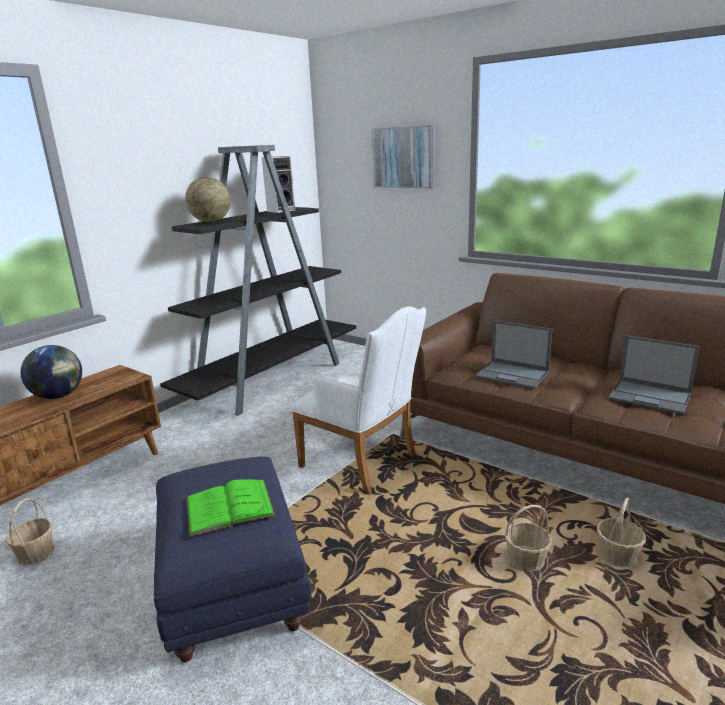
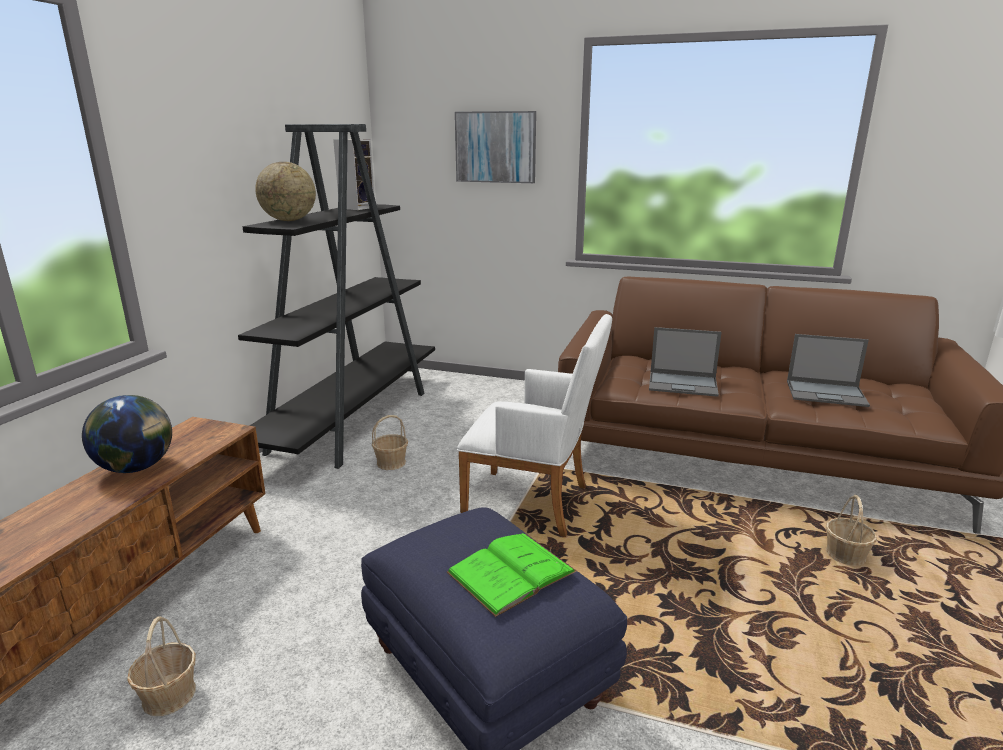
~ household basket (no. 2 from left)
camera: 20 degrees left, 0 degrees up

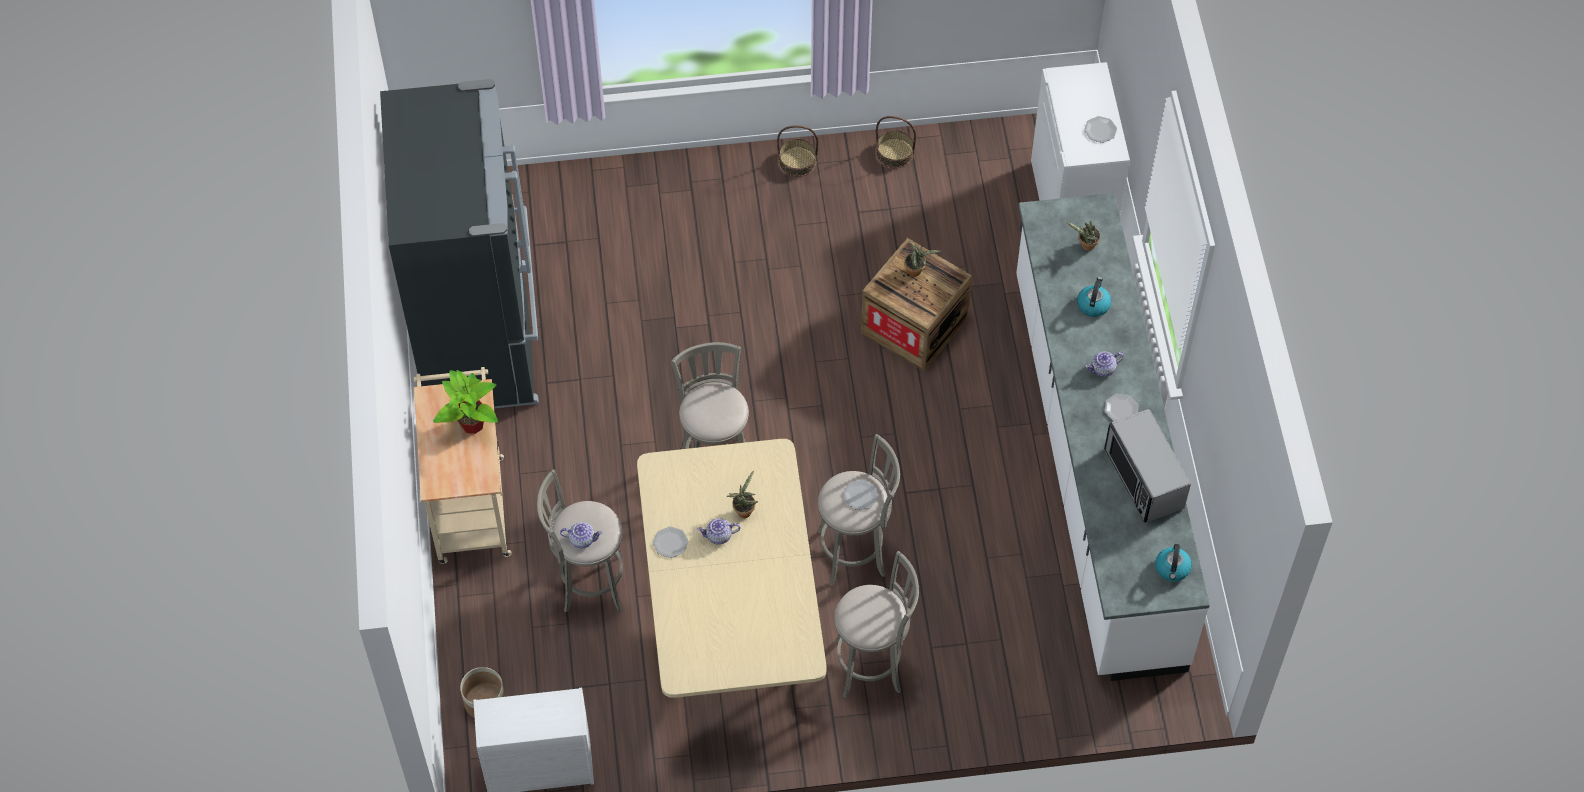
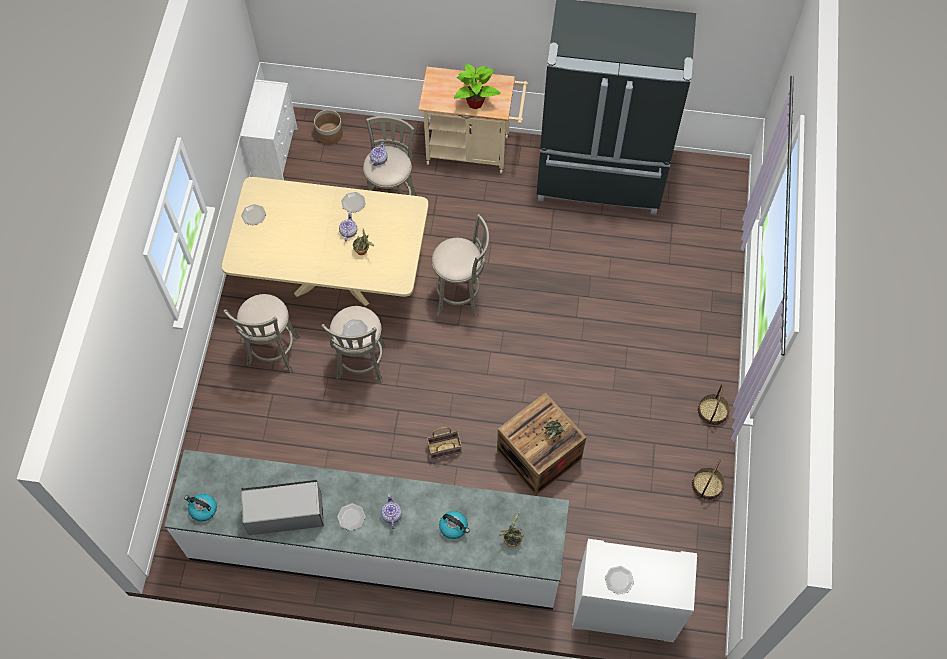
+ flat dish (no. 1 from left)
+ household basket (no. 1 from left)
camera: 105 degrees right, 5 degrees up

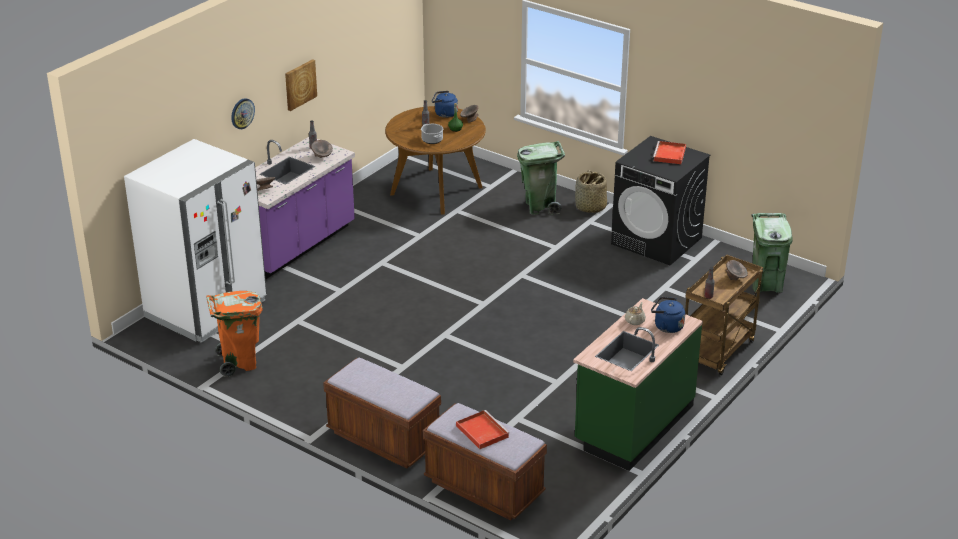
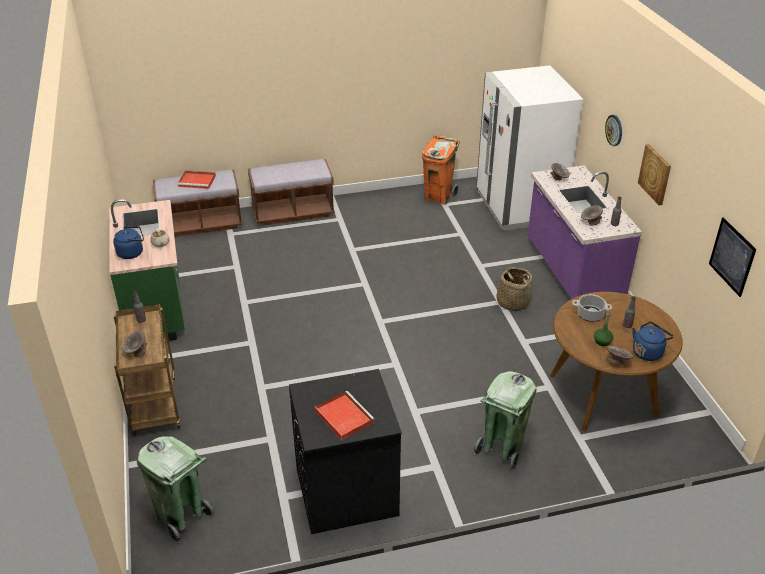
~ household basket
+ wall picture (no. 2 from left)
camera: 130 degrees right, 5 degrees up

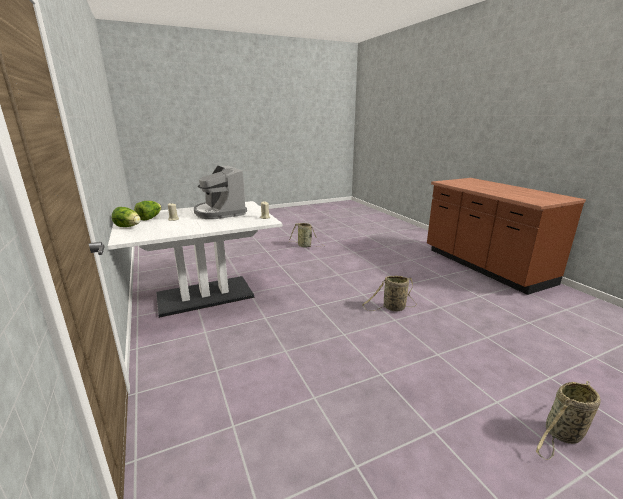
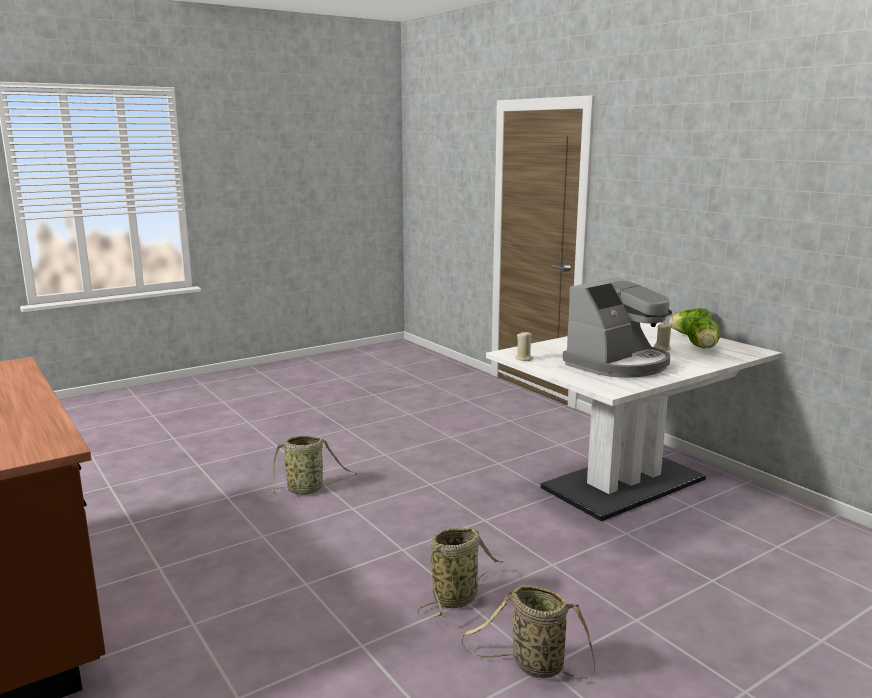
~ coffee maker 90 degrees clockwise
~ household basket (no. 3 from left in the first image) to household basket (no. 2 from left)
camera: 170 degrees right, 5 degrees down

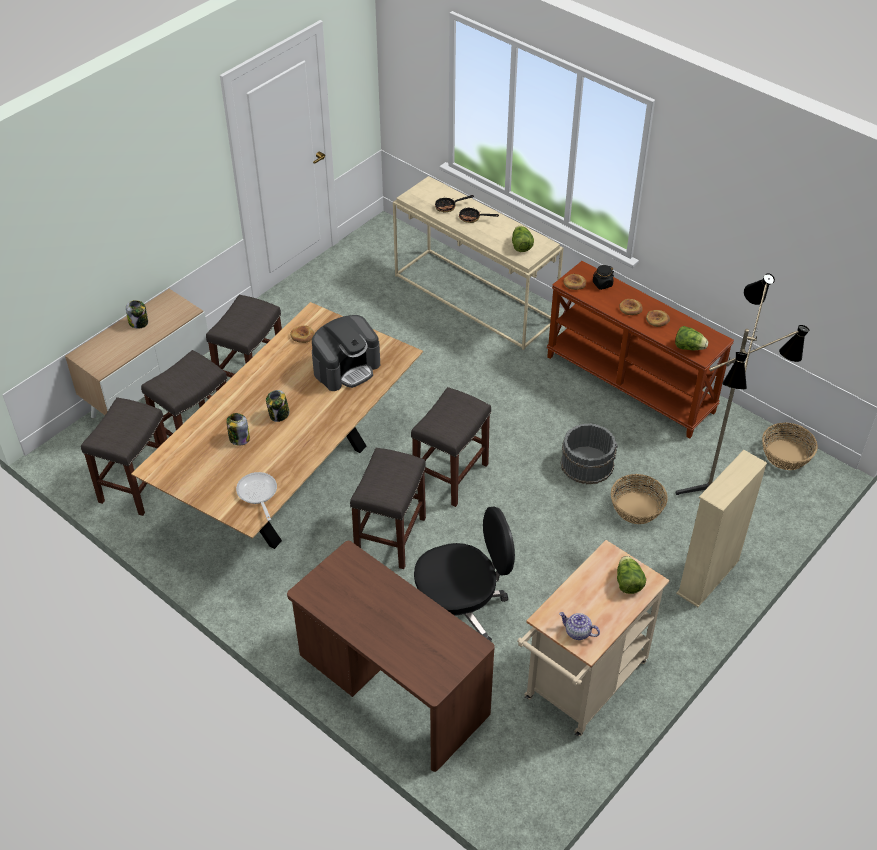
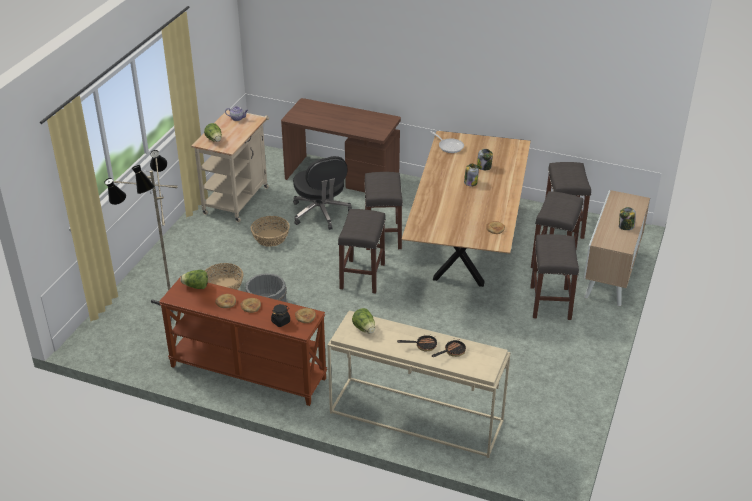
- coffee maker
~ household basket (no. 2 from left)
- sand-coloured shelving unit
~ blackish desk chair 75 degrees counterclockwise
camera: 160 degrees right, 10 degrees down

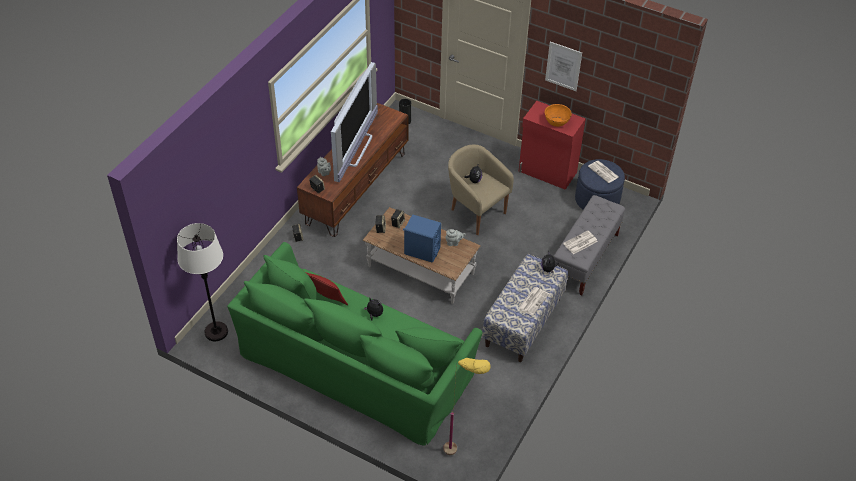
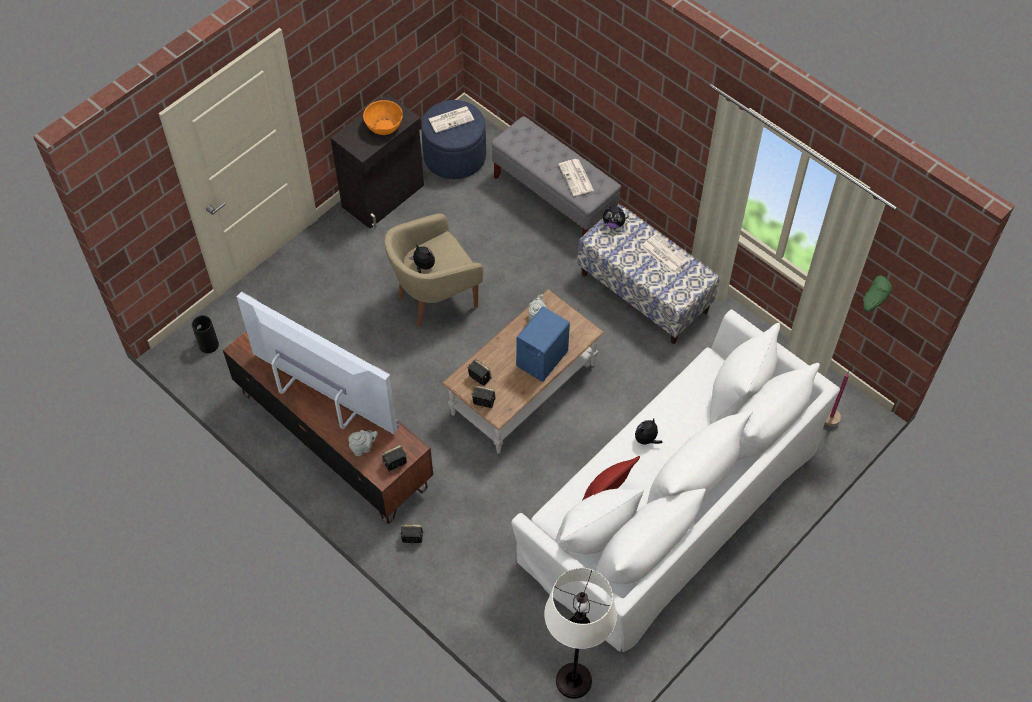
- wall picture
~ red-coloured storage cabinet to blackish storage cabinet
~ greenish settee to whitish settee
~ yellow-coloured floor lamp to greenish floor lamp
camera: 75 degrees left, 10 degrees up

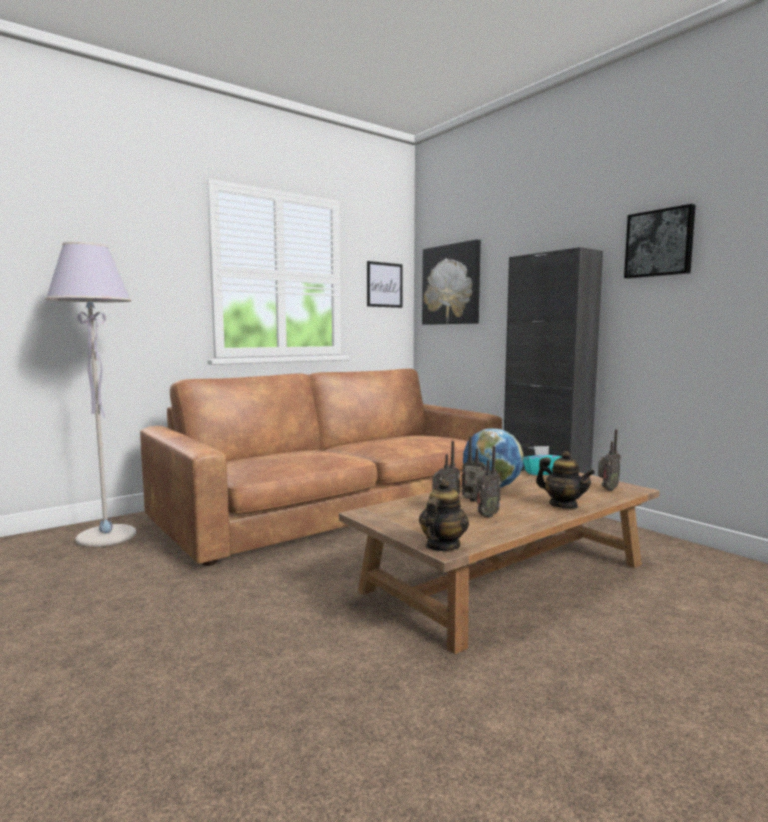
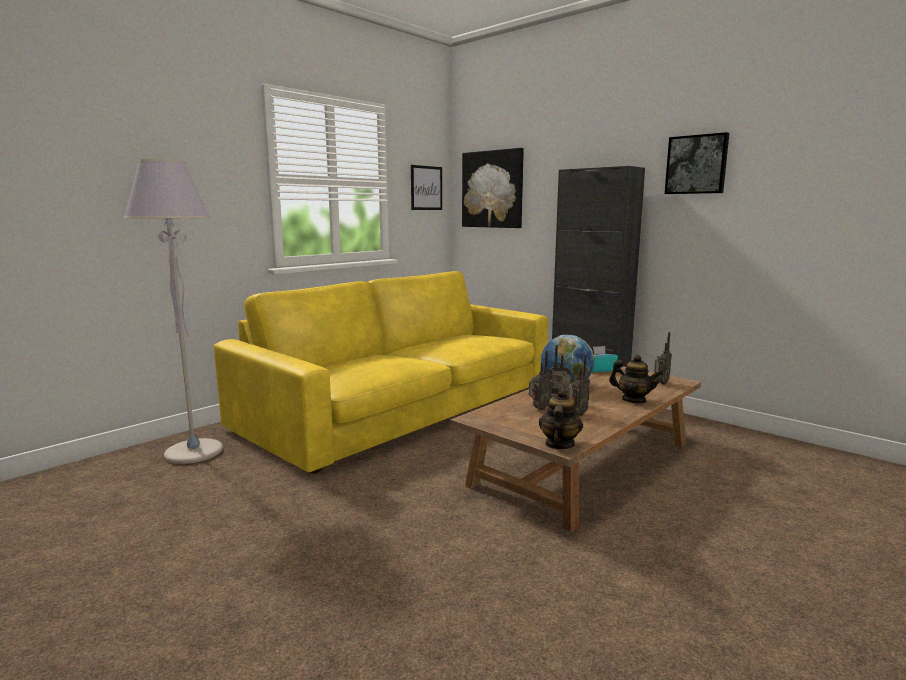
~ brown settee to yellow-coloured settee
camera: 10 degrees left, 5 degrees up

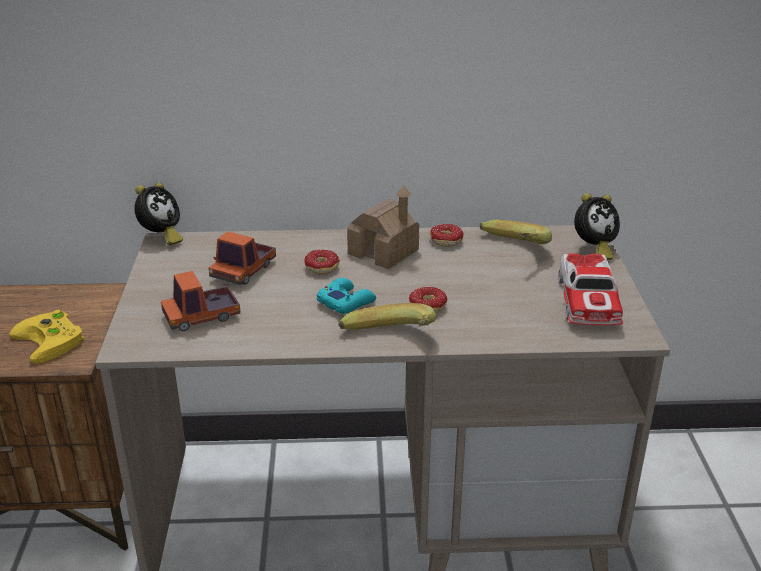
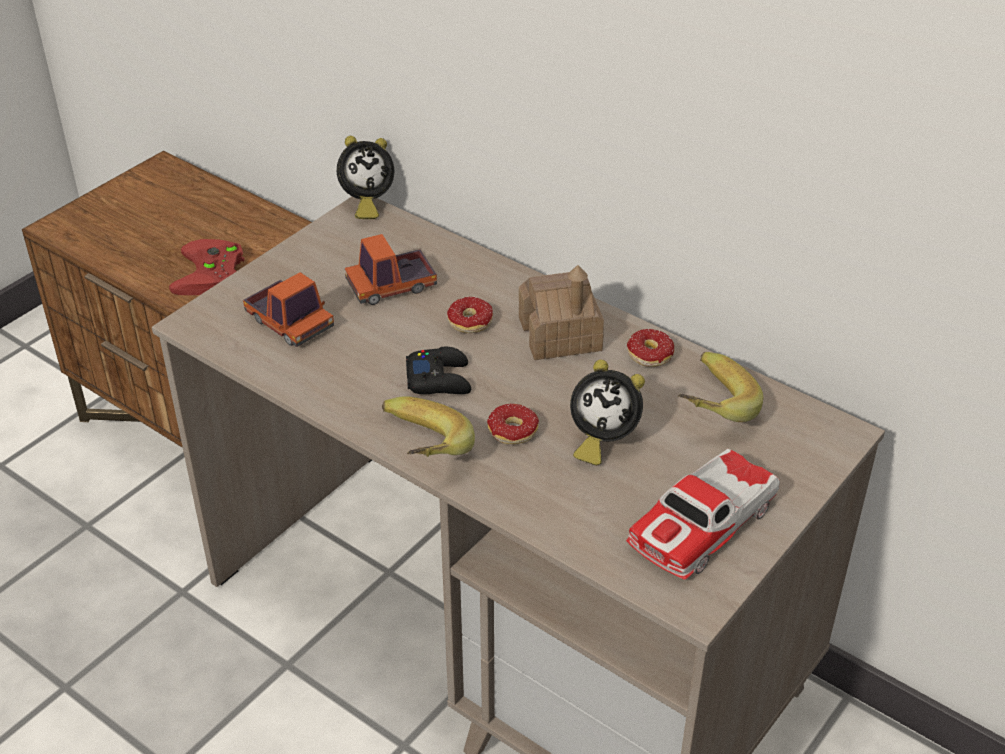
~ alarm clock (no. 2 from left)
~ toy lorry (no. 1 from left) 150 degrees counterclockwise
~ turquoise gamepad to blackish gamepad
~ yellow-coloured gamepad to red-coloured gamepad
camera: 40 degrees right, 10 degrees up

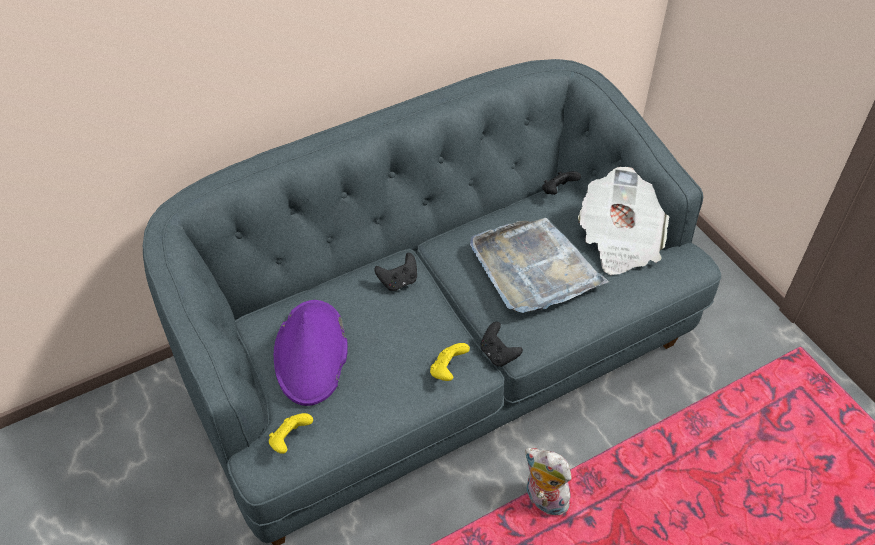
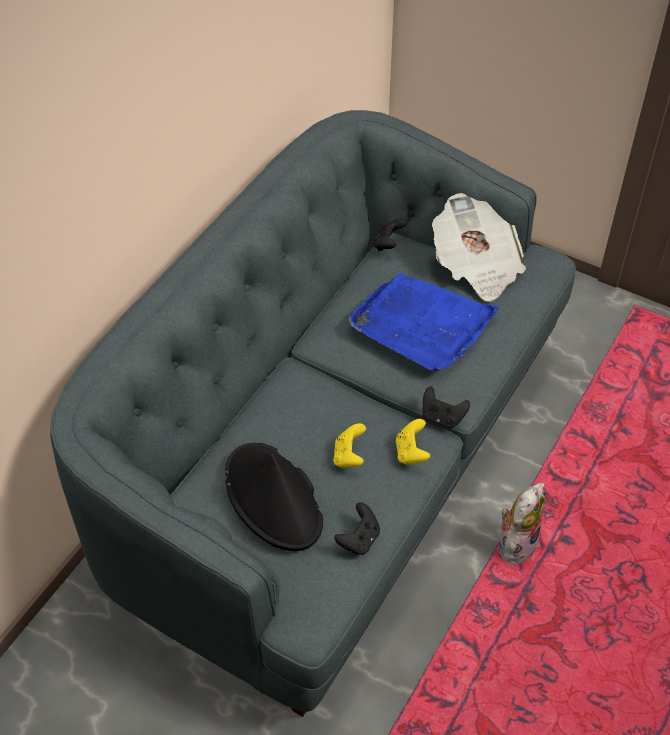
~ grey tray to bluish tray
~ blackish gamepad (no. 1 from left)
~ purplish hat to blackish hat
~ yellow-coloured gamepad (no. 1 from left)
~ plush toy 120 degrees clockwise
camera: 30 degrees left, 0 degrees up

